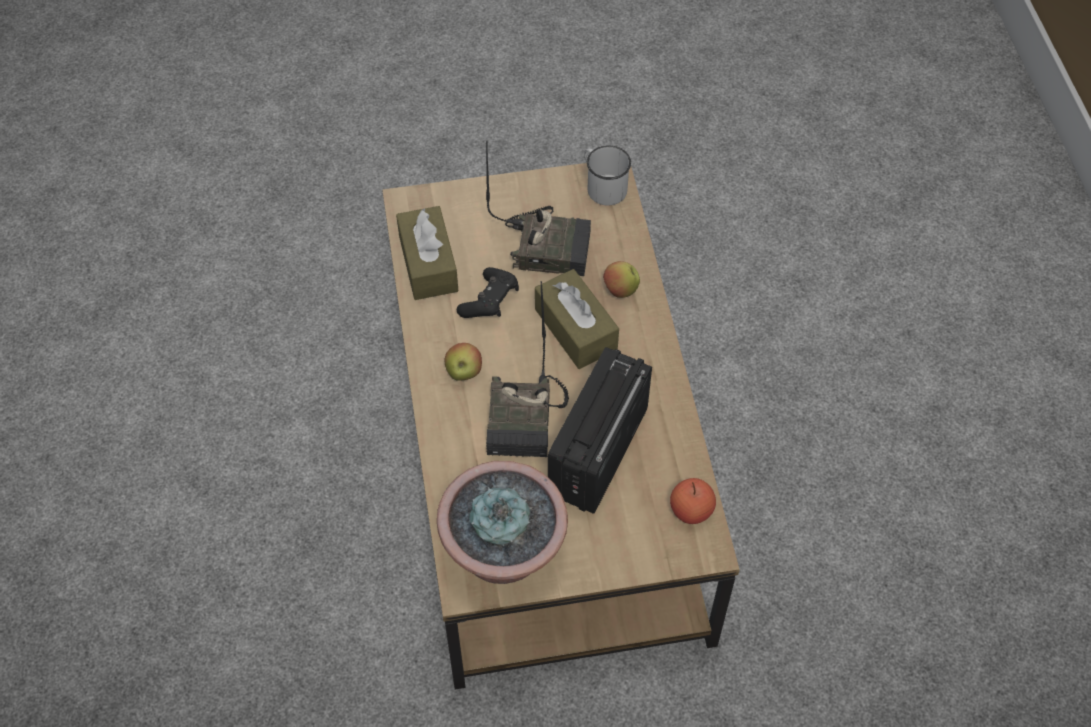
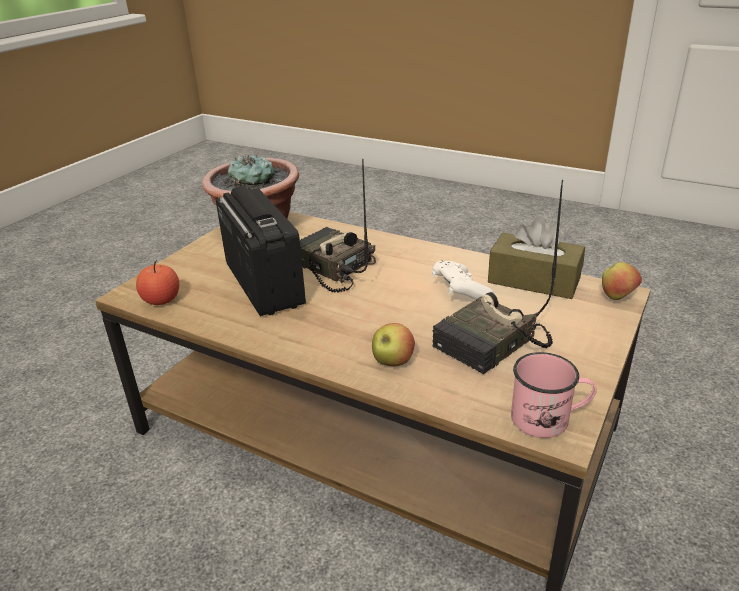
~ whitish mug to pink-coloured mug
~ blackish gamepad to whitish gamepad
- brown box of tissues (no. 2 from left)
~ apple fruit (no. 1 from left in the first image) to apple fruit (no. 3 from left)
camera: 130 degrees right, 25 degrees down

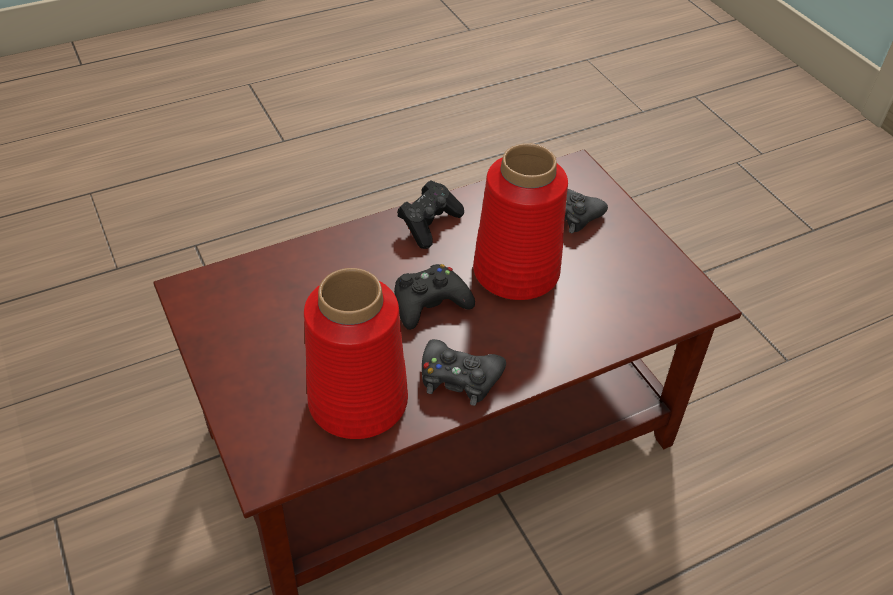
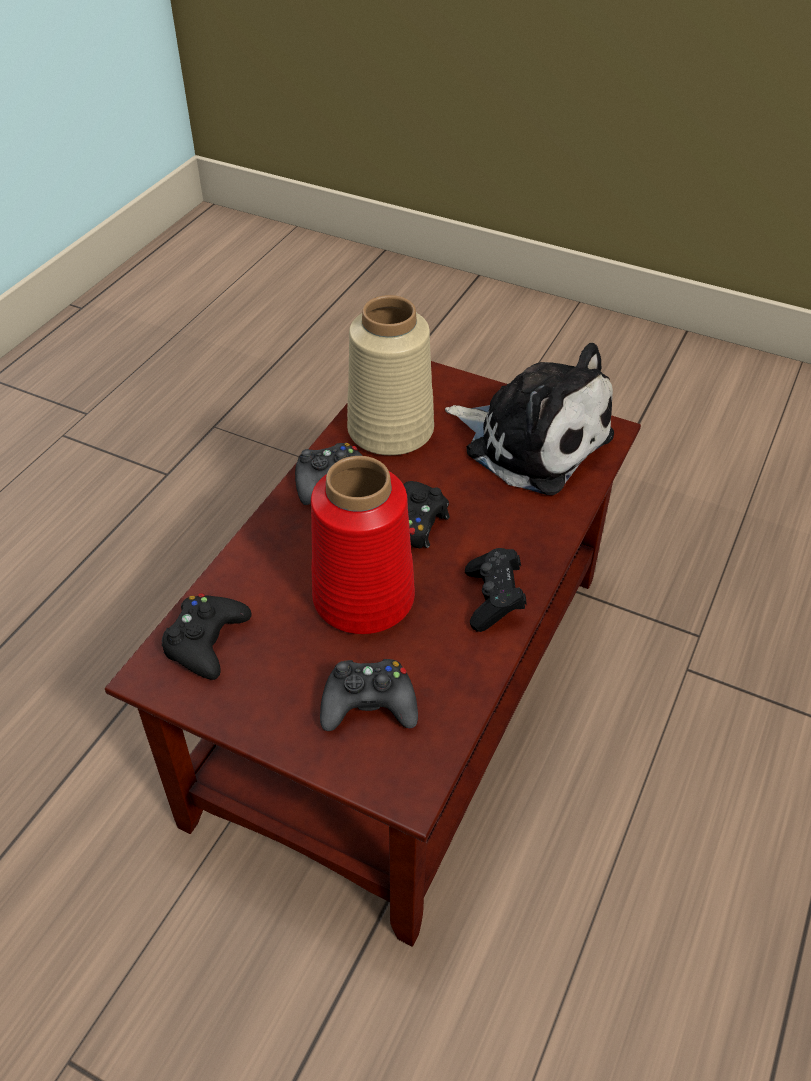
~ red-coloured vase (no. 1 from left) to sand-coloured vase
+ plush toy
+ blackish gamepad (no. 1 from left)
camera: 145 degrees right, 0 degrees up

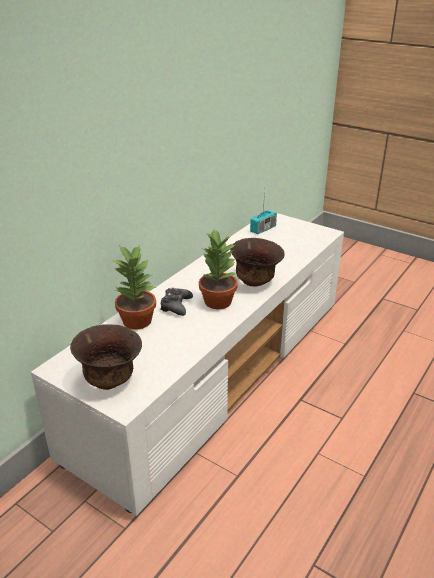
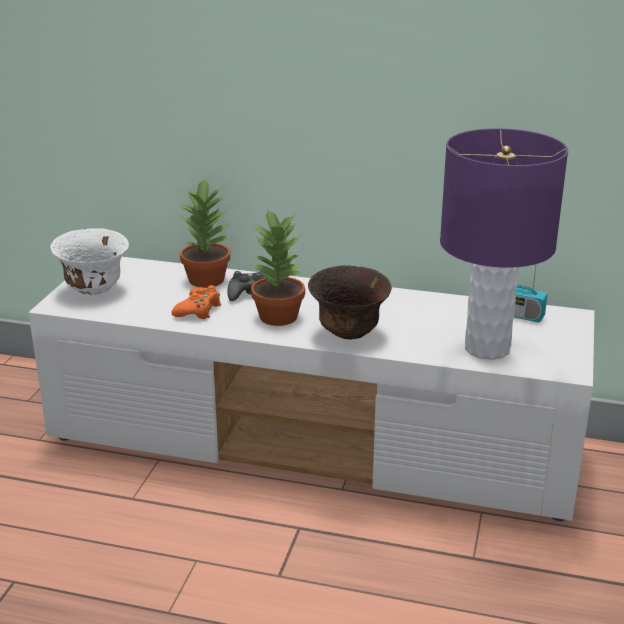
~ brown deep dish (no. 1 from left) to whitish deep dish
+ purplish table lamp
+ orange gamepad
camera: 70 degrees right, 5 degrees down

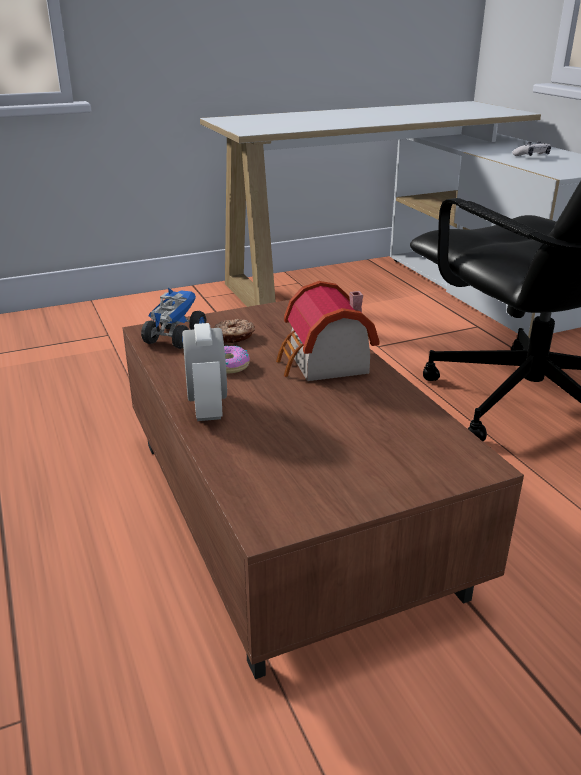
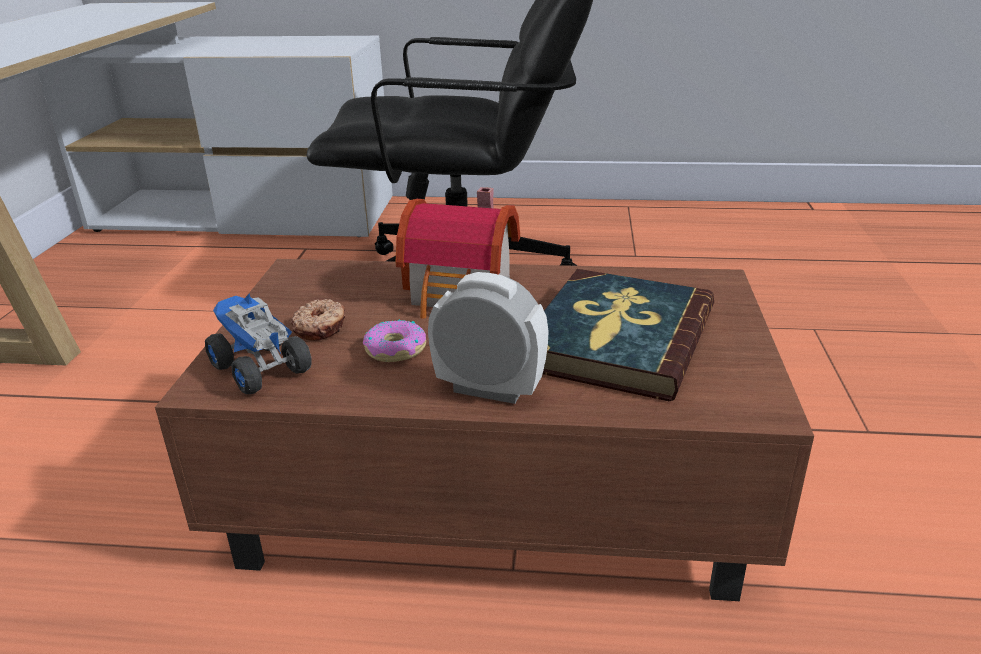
- gamepad
+ bound book
camera: 60 degrees left, 0 degrees up

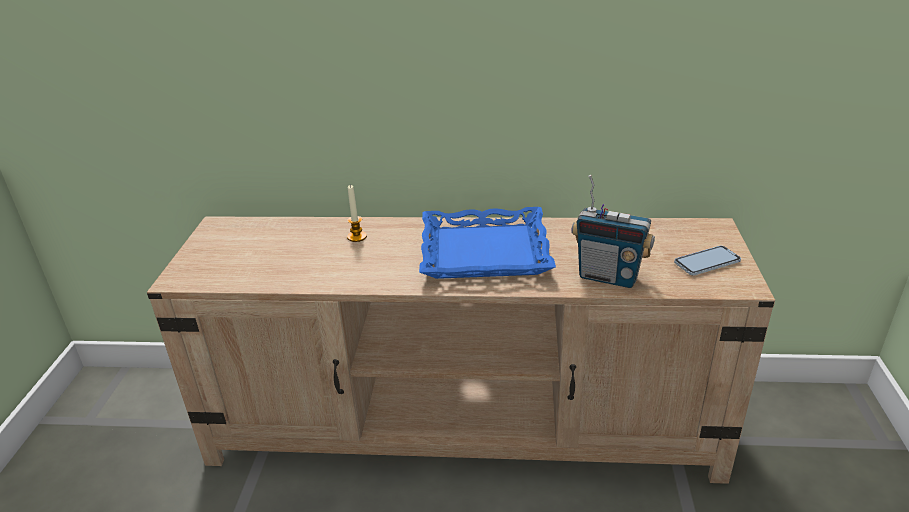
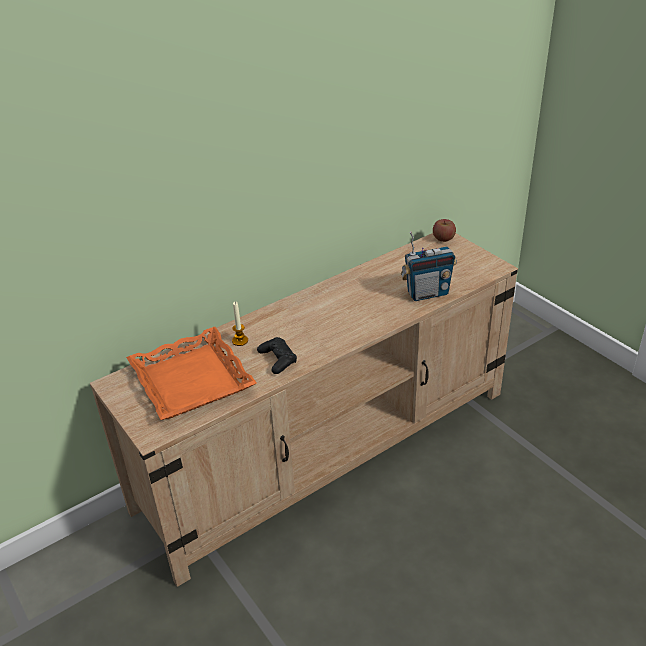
- bluish tray
- telephone
+ apple fruit
+ orange tray
+ blackish gamepad
camera: 40 degrees left, 5 degrees up

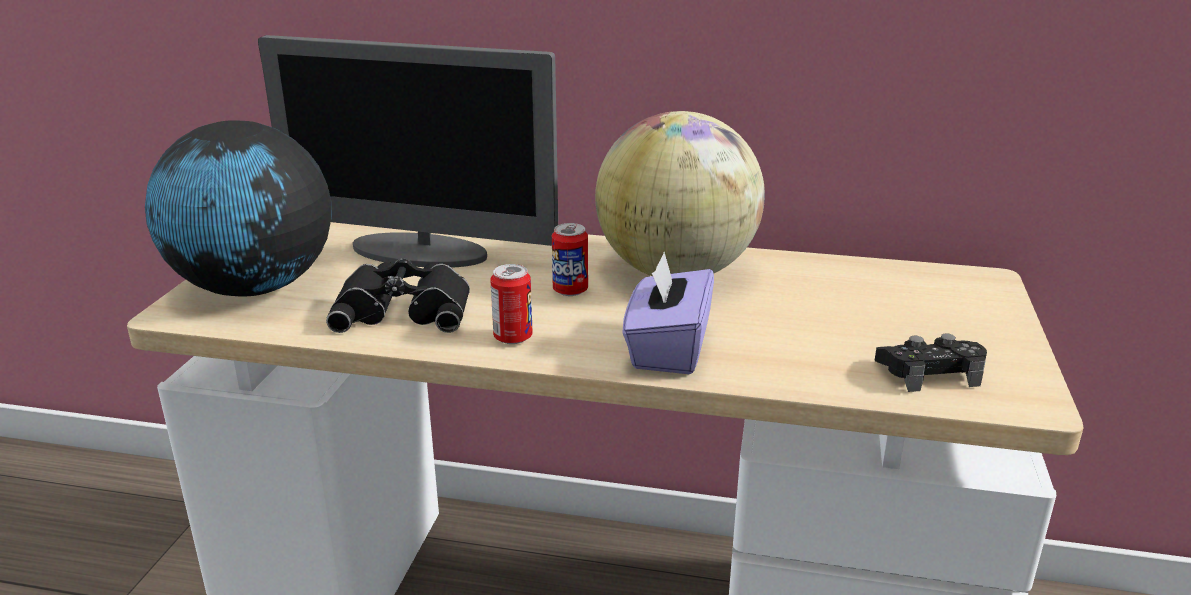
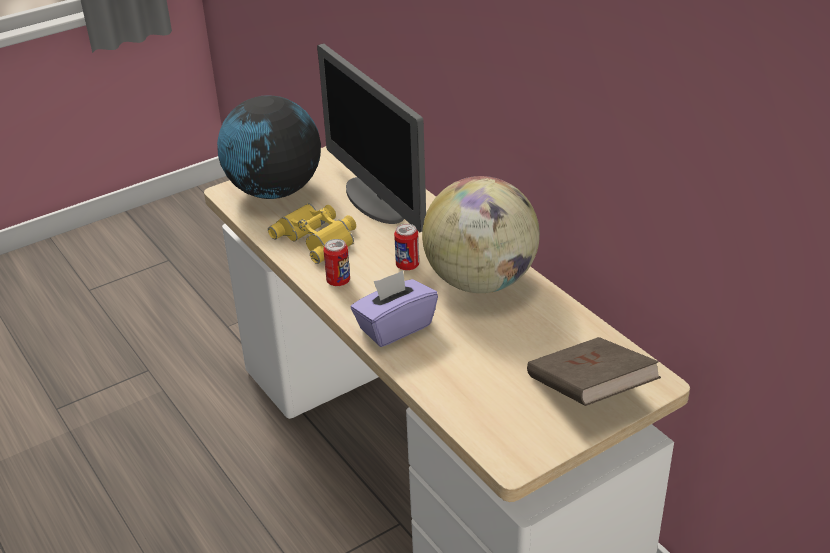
~ blackish field glasses to yellow-coloured field glasses
- blackish gamepad
+ brown bound book
camera: 45 degrees right, 10 degrees up

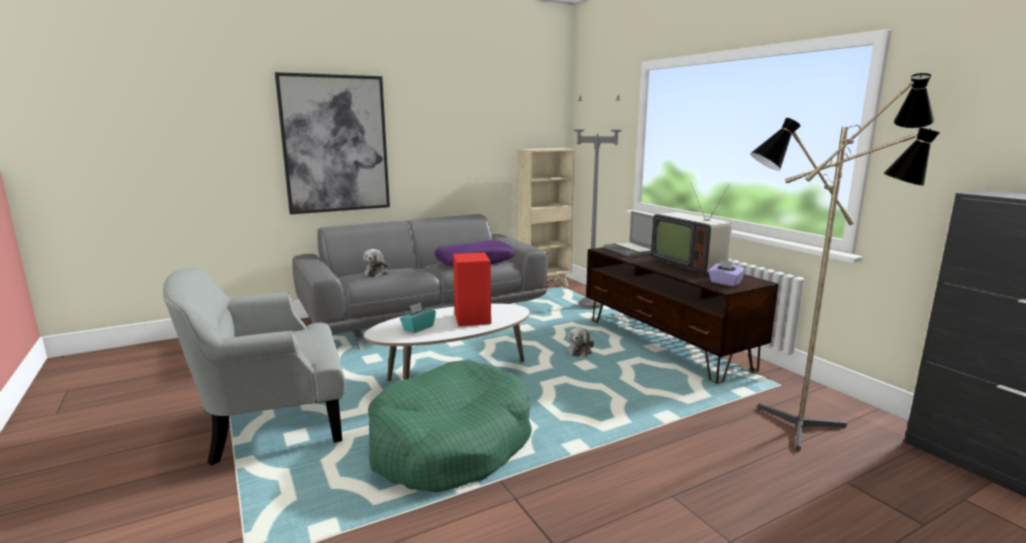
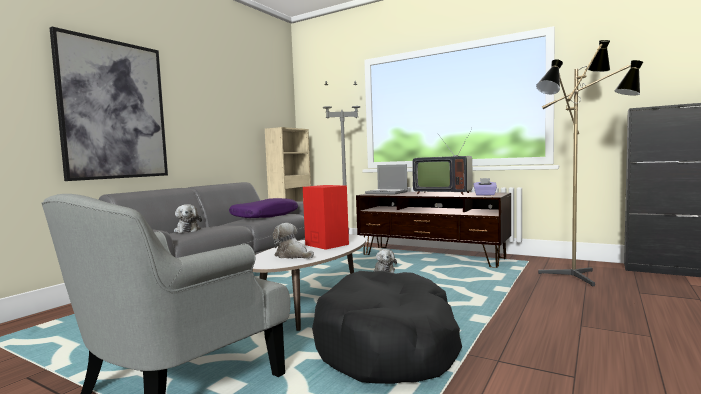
~ turquoise box of tissues to plush toy (no. 2 from left)
~ greenish dog bed to blackish dog bed
camera: 30 degrees left, 10 degrees down

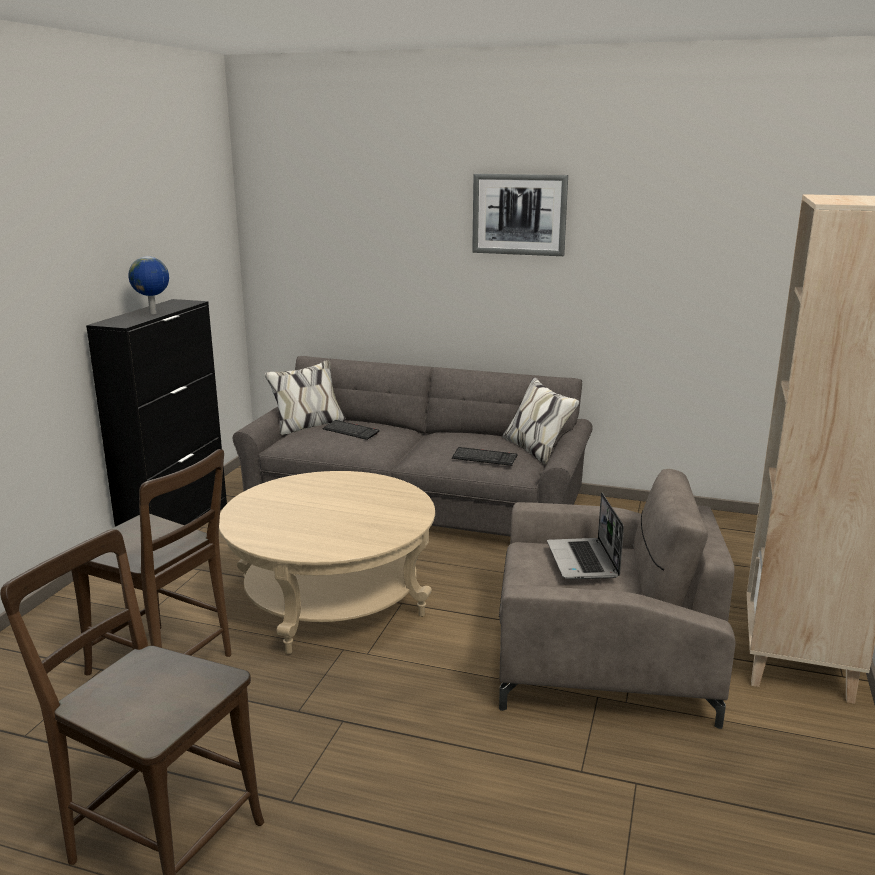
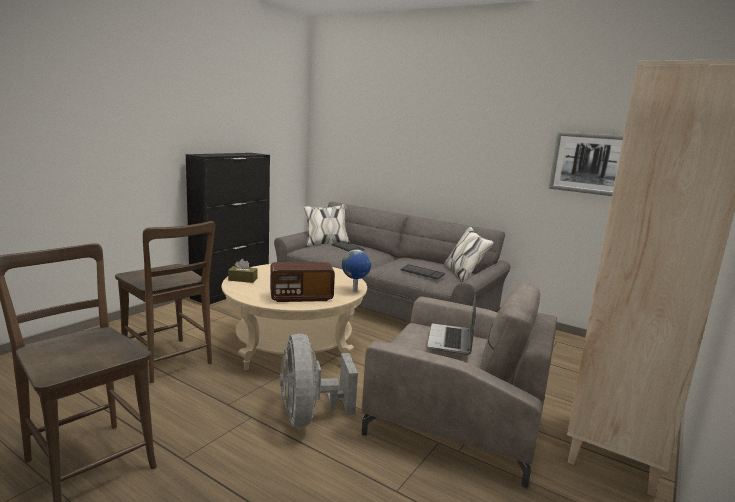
~ wall picture
~ globe
+ brown box of tissues
+ radio set
+ grey cooling fan
camera: 15 degrees right, 5 degrees down

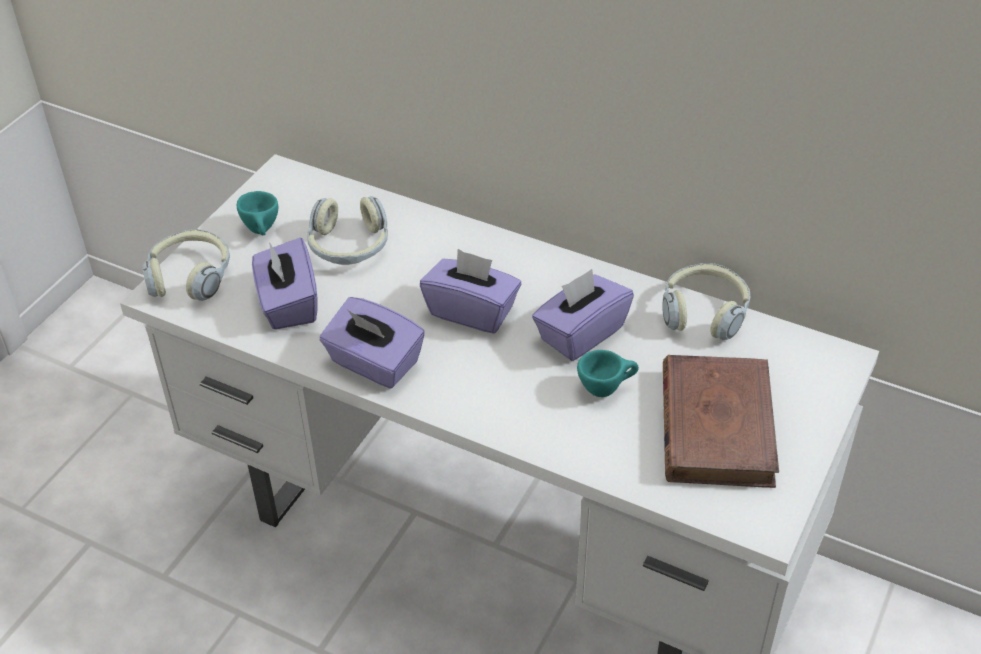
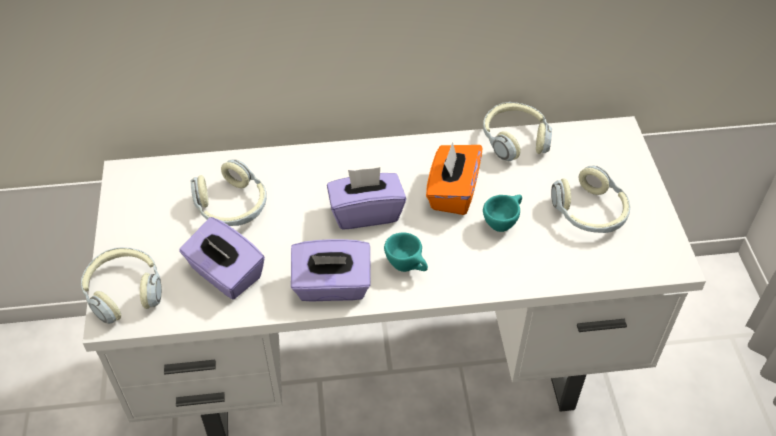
~ turquoise drinking cup (no. 1 from left)
~ purplish box of tissues (no. 4 from left) to orange box of tissues
~ brown bound book to pair of headphones (no. 4 from left)
camera: 35 degrees left, 5 degrees up

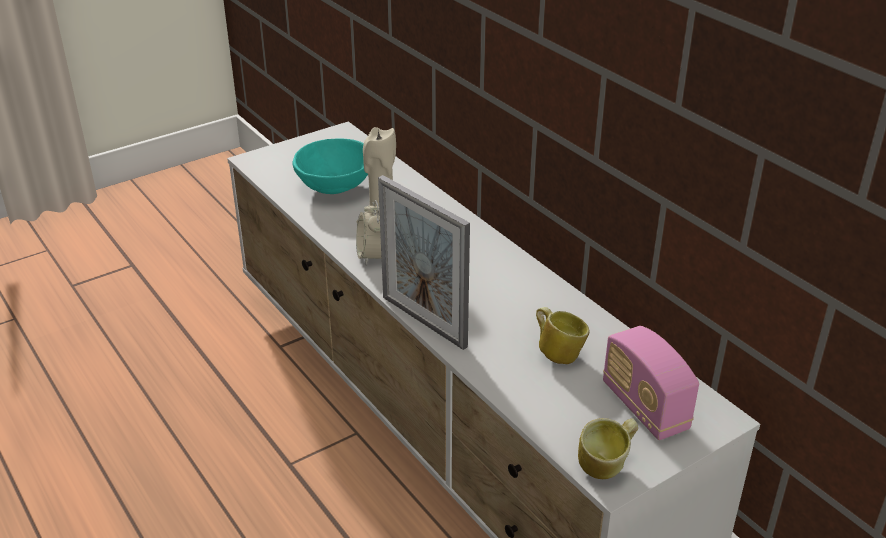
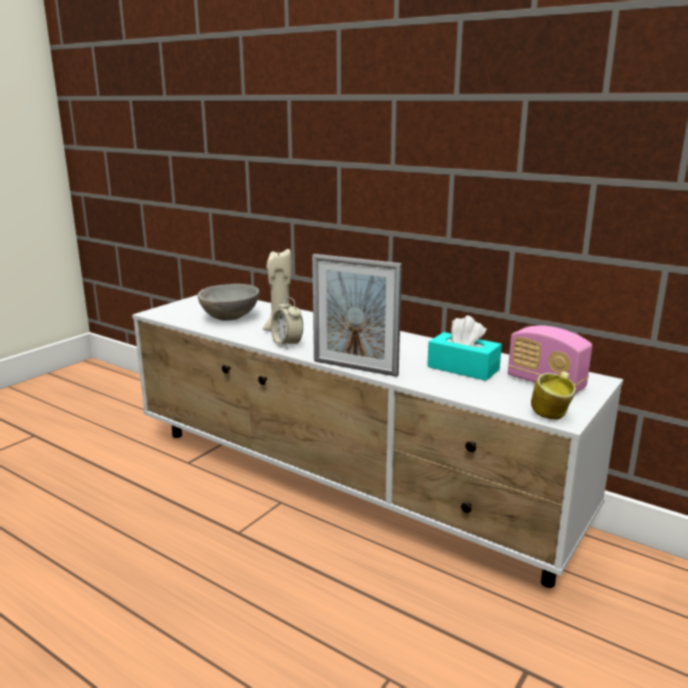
~ turquoise deep dish to grey deep dish
~ mug (no. 1 from left) to turquoise box of tissues
camera: 20 degrees left, 15 degrees down

